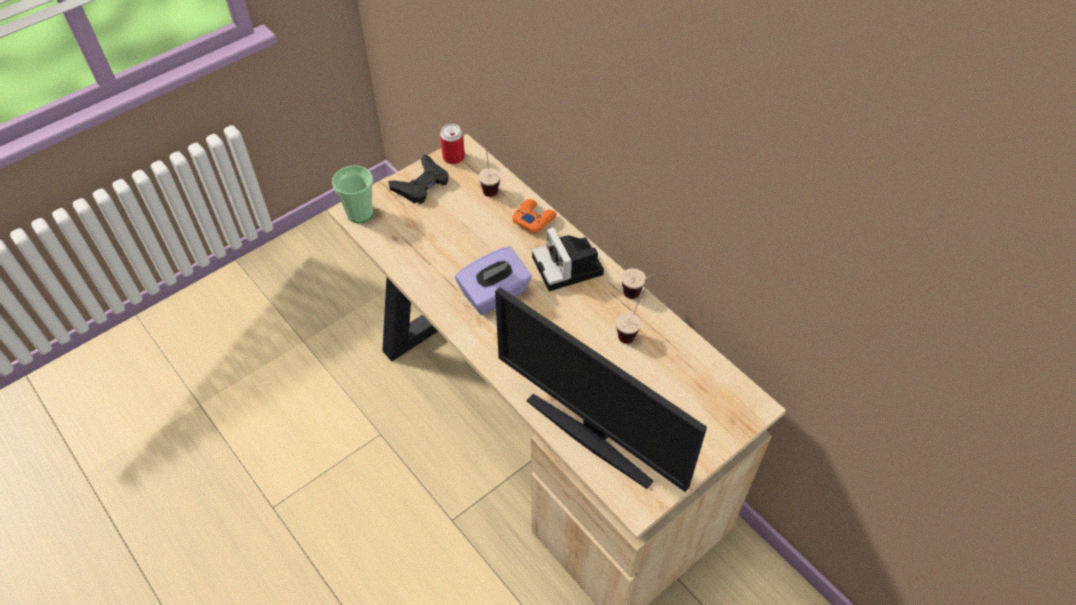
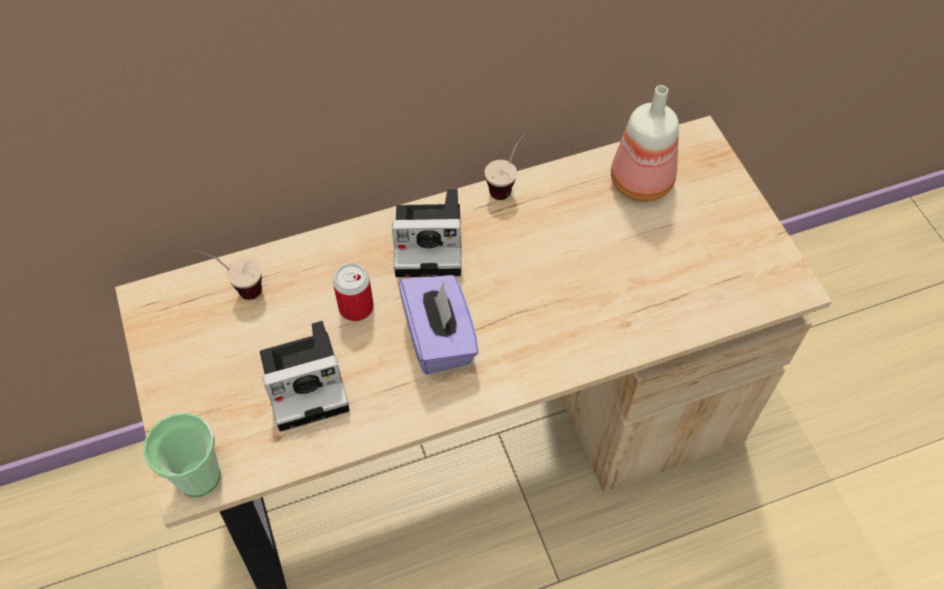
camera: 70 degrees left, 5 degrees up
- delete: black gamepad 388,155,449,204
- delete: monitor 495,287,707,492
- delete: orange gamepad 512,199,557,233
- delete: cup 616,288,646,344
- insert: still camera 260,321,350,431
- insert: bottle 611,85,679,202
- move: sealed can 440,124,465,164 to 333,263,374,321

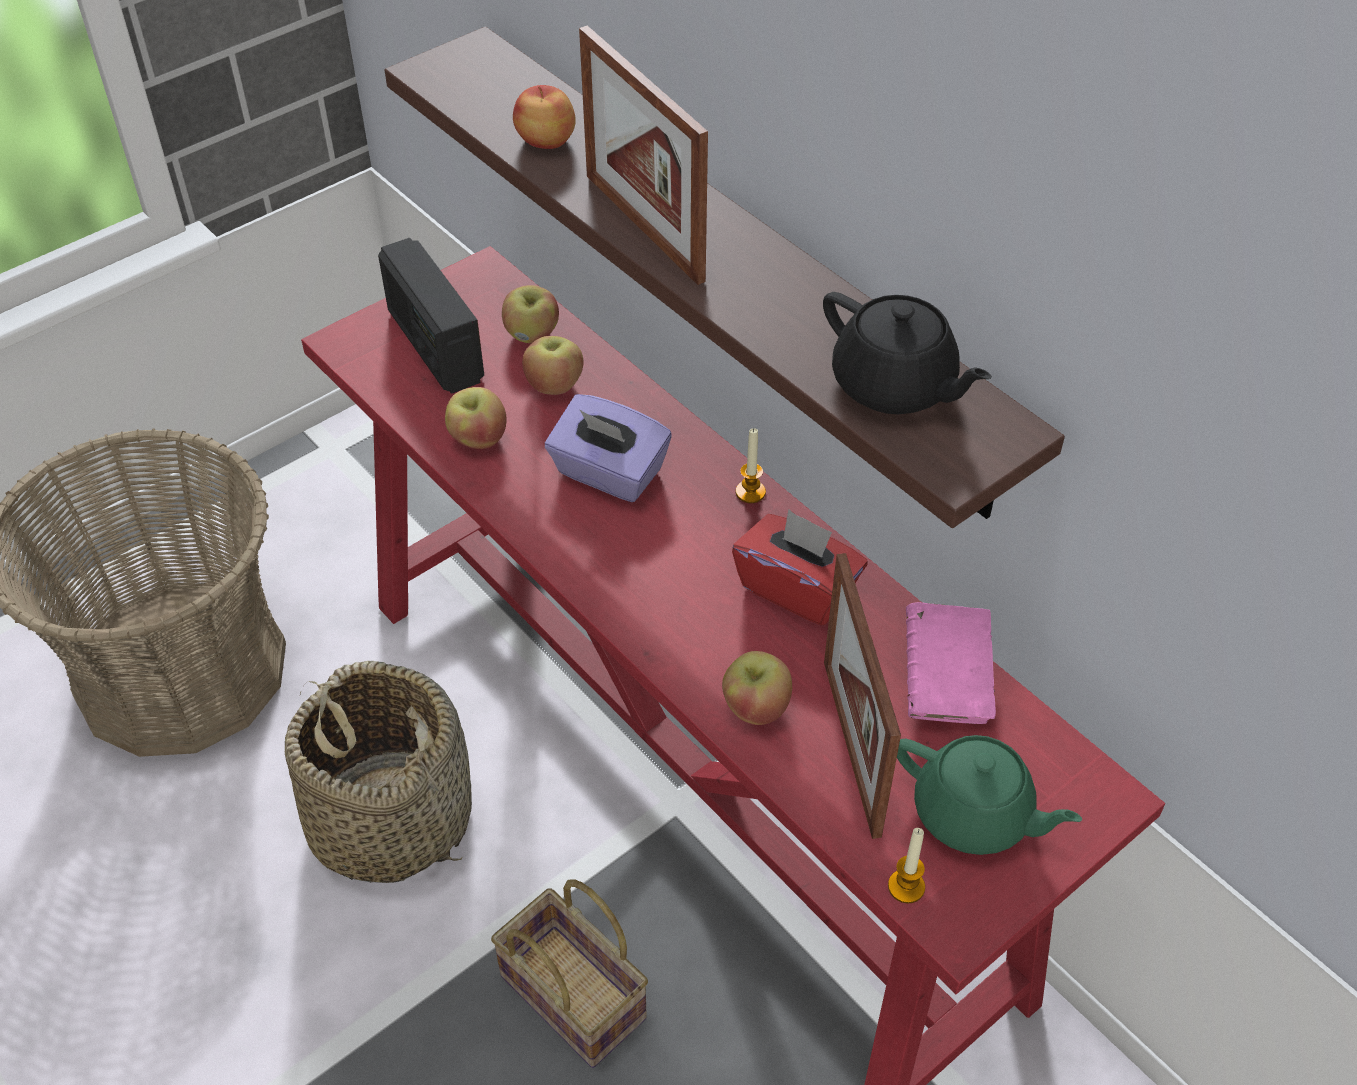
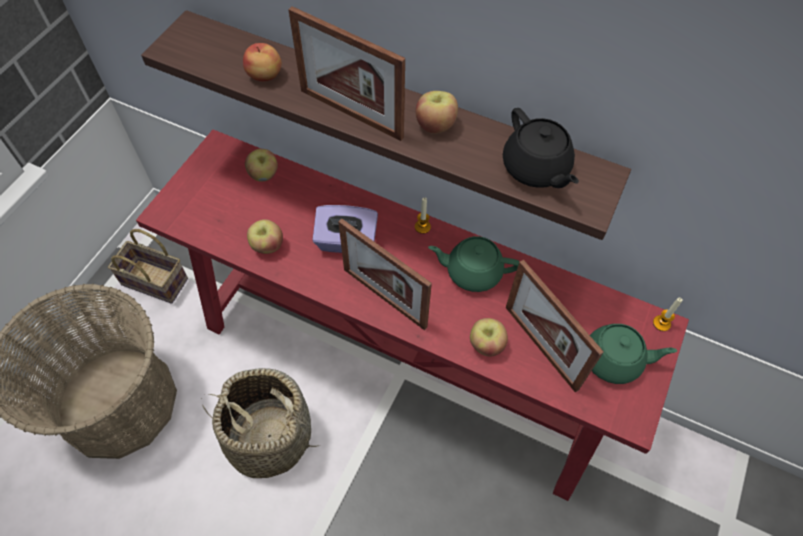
camera: 25 degrees left, 10 degrees up
- delete: radio set 378,238,484,394
- delete: pink-coloured bound book 906,602,996,724
- insert: photo frame 338,219,432,330
- move: storage basket 491,880,648,1068 to 108,229,188,304
- move: whole apple 522,336,584,395 to 416,91,458,134
- move: wax light 888,828,925,903 to 653,298,683,331
- replace: red-coloured box of tissues 732,509,868,625 to green pot for tea 428,236,520,292
- rotate: black pot for tea 823,292,992,414 = 503,108,579,188 45 degrees clockwise

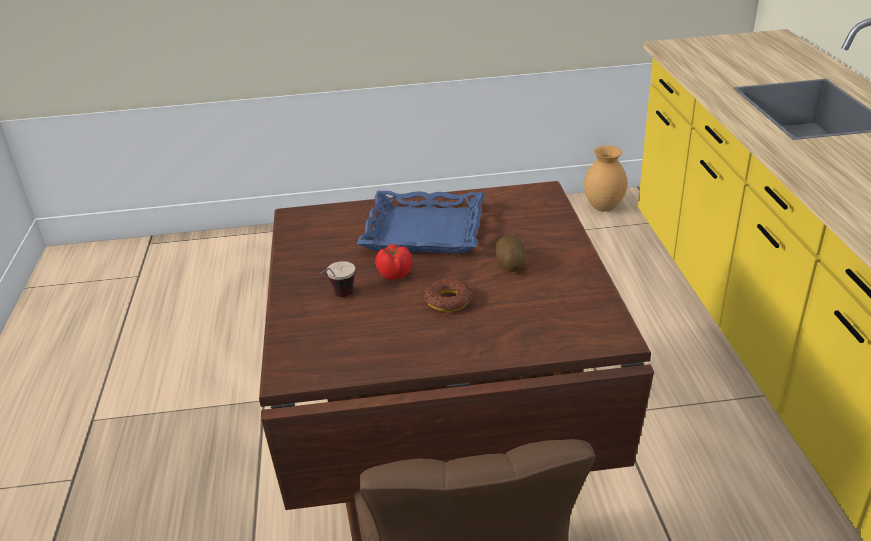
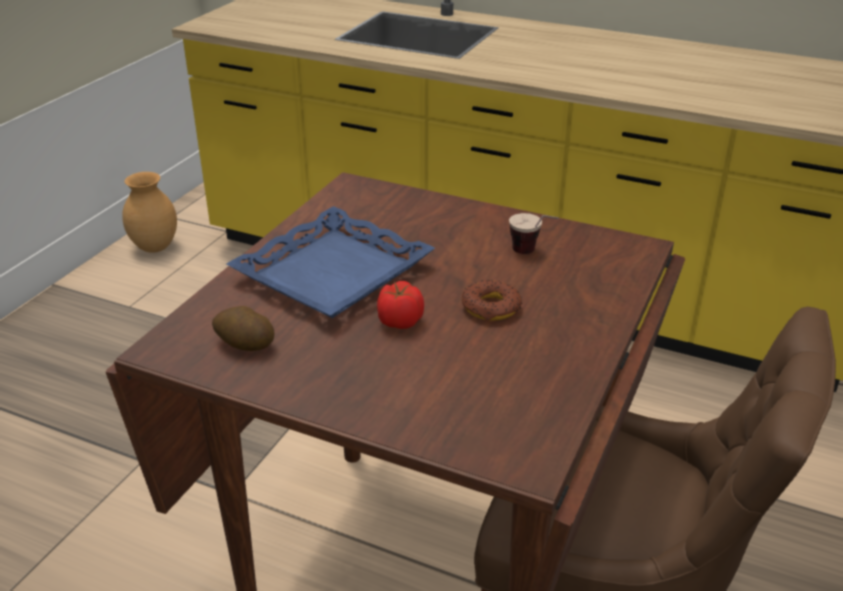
camera: 60 degrees left, 0 degrees up
- move: cup 320,261,355,297 to 509,213,559,254
- move: potato 494,236,526,272 to 212,306,274,351

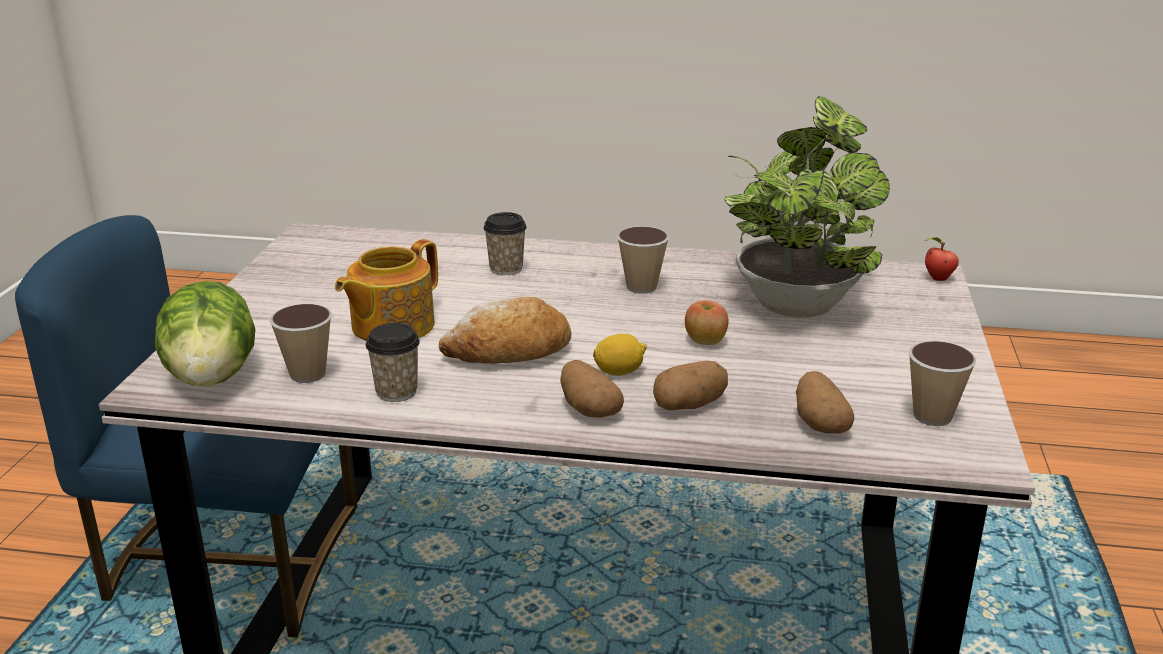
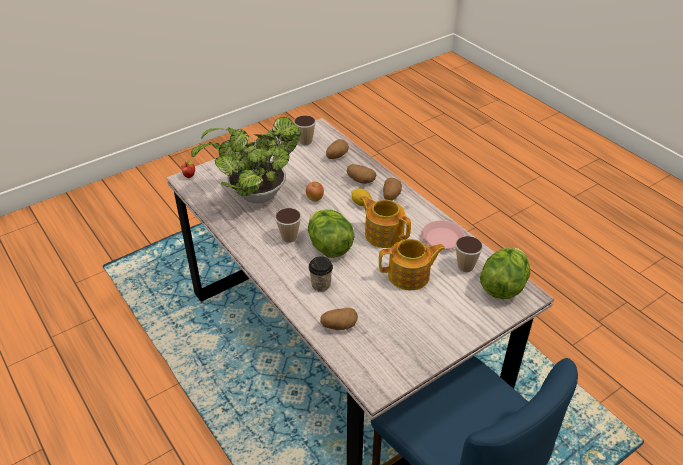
camera: 135 degrees left, 15 degrees up
- insert: lettuce 308,209,354,258
- insert: potato 320,308,358,330
- replace: cup 366,323,420,402 to pink-coloured dinner plate 421,220,465,250
- replace: bakery bread 439,297,571,364 to pot for tea 360,195,411,248

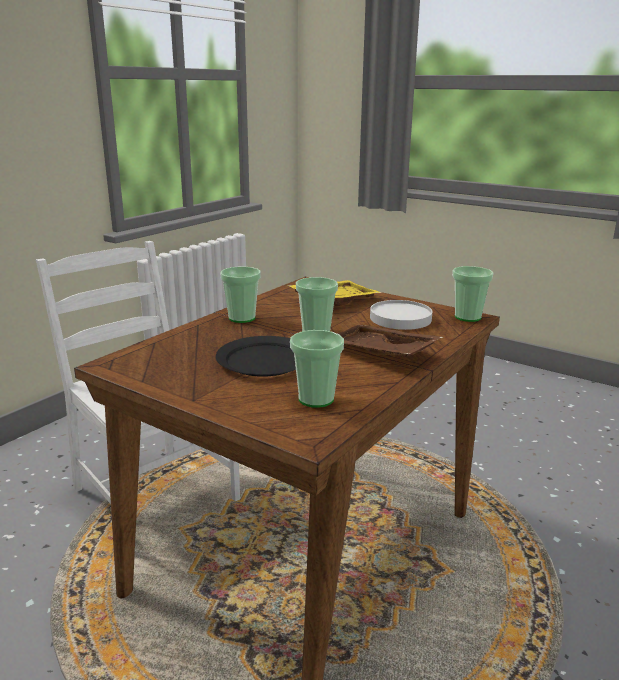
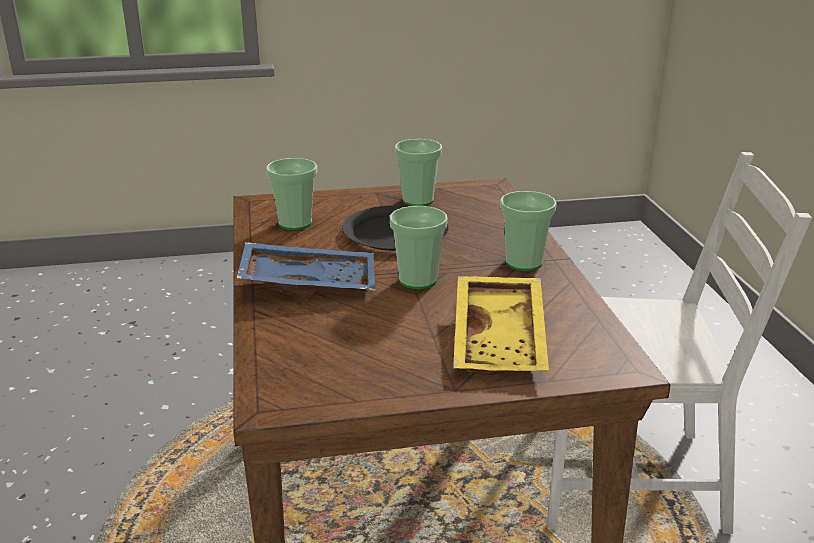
camera: 135 degrees right, 5 degrees up
- delete: white-coloured dinner plate 370,300,432,330
- move: cup 452,266,493,322 to 395,139,442,206
- recolor: brown carrying tray 338,325,443,357 to bluish carrying tray 237,242,375,294

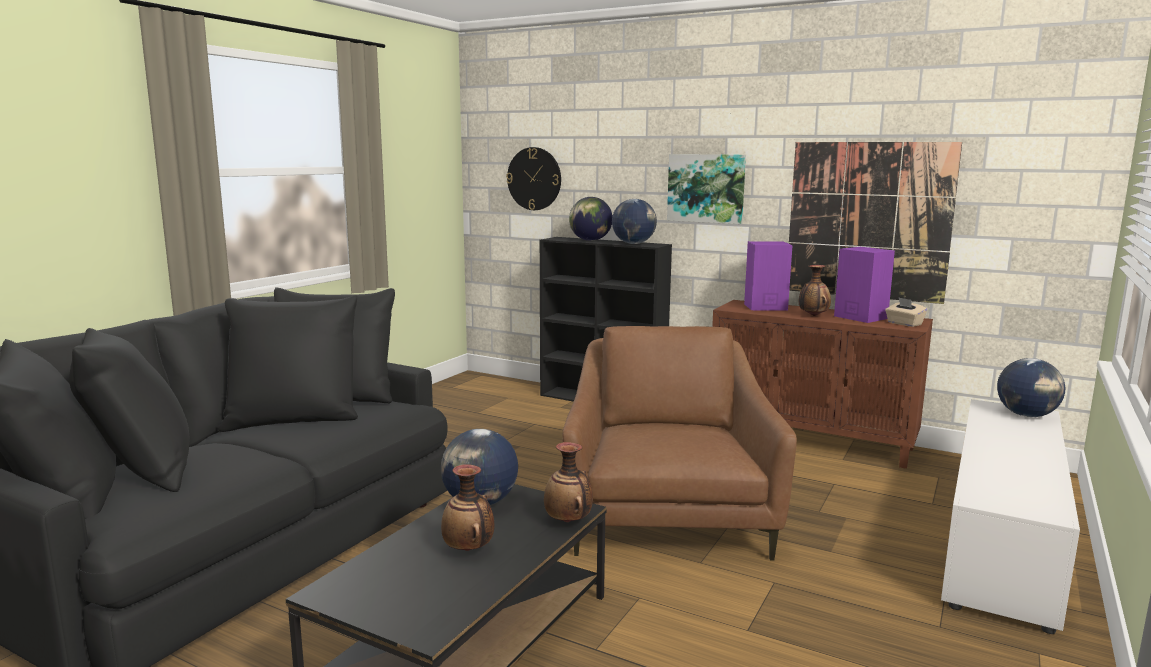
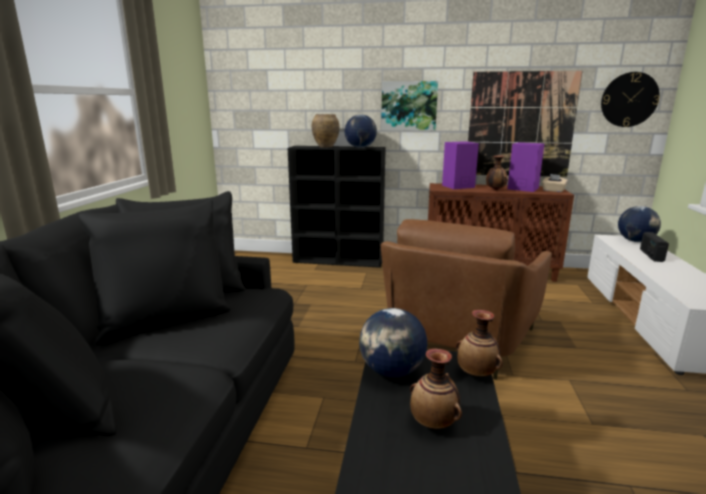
camera: 20 degrees left, 5 degrees up
- insert: radio set 640,232,669,262
- move: hanging clock 506,147,561,210 to 601,72,660,127
- replace: world globe 569,197,612,241 to brown decorative vase 312,114,339,148
- rotate: brown easy chair 562,326,797,560 = 381,219,552,380 135 degrees counterclockwise

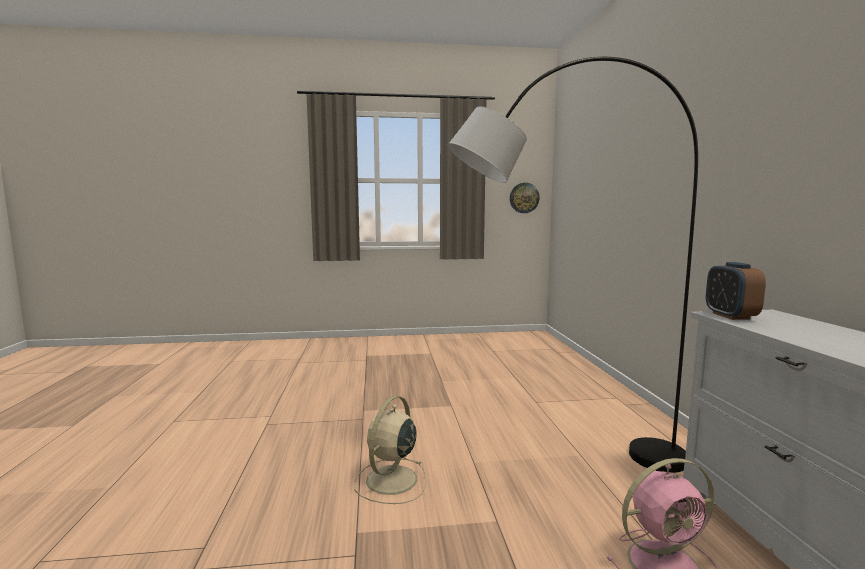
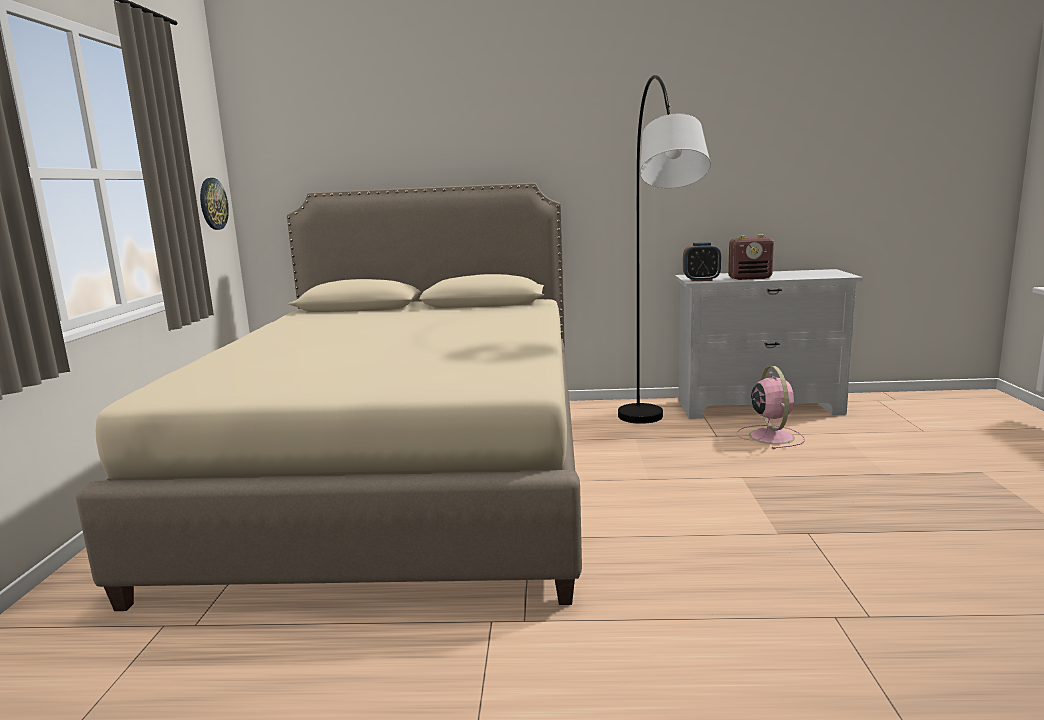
camera: 80 degrees left, 5 degrees up
- delete: beige-coloured electric fan 353,396,426,504
- insert: beige-coloured bedroom bed 76,183,582,611
- insert: radio set 728,234,774,280

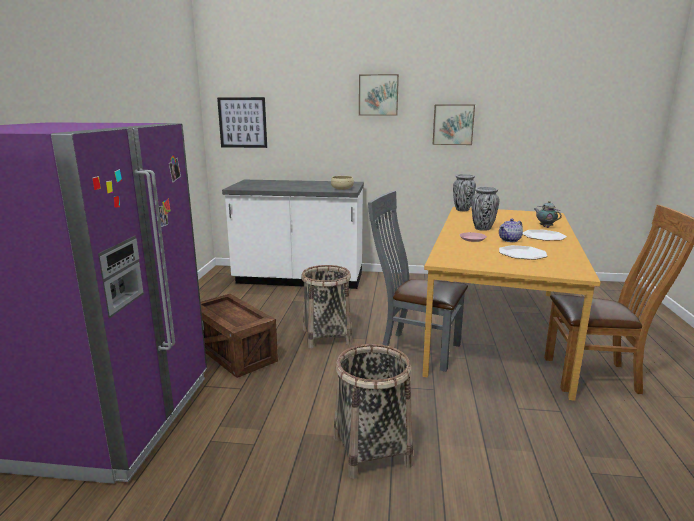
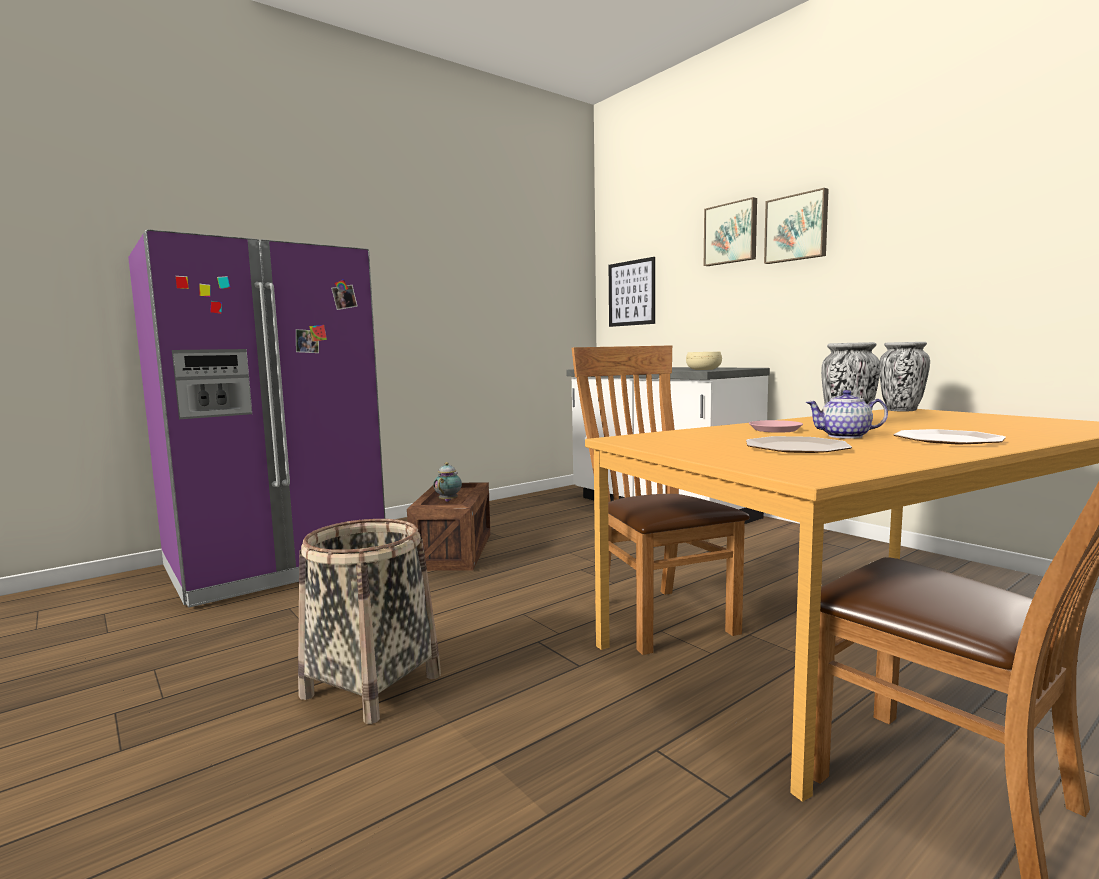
camera: 45 degrees right, 10 degrees down
- delete: storage basket 301,265,352,349
- move: picture 433,105,475,145 to 704,197,757,266
- move: pot for tea 534,201,562,228 to 433,462,462,502
- recolor: greyish chair 368,191,468,372 to brown chair 572,345,750,655

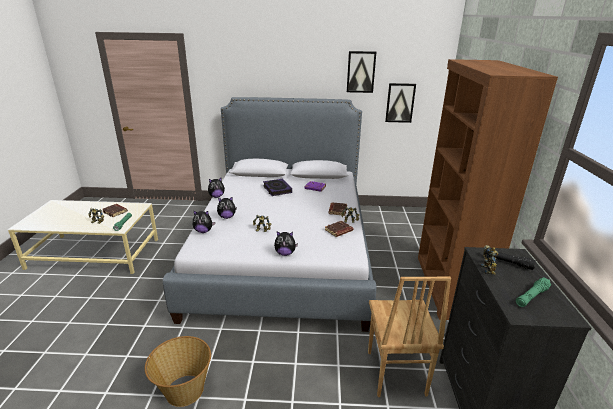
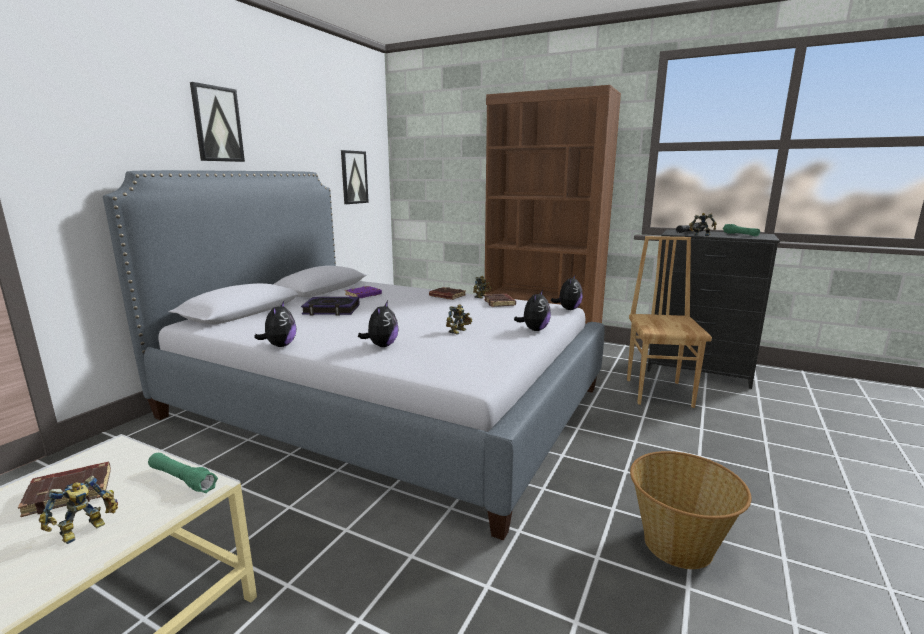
camera: 65 degrees left, 10 degrees down
- move: soft toy 193,210,215,233 to 551,274,583,310
- move: picture 347,51,376,93 to 190,82,245,162
- rotate: brown chair 368,277,451,397 = 627,236,712,408 105 degrees counterclockwise

